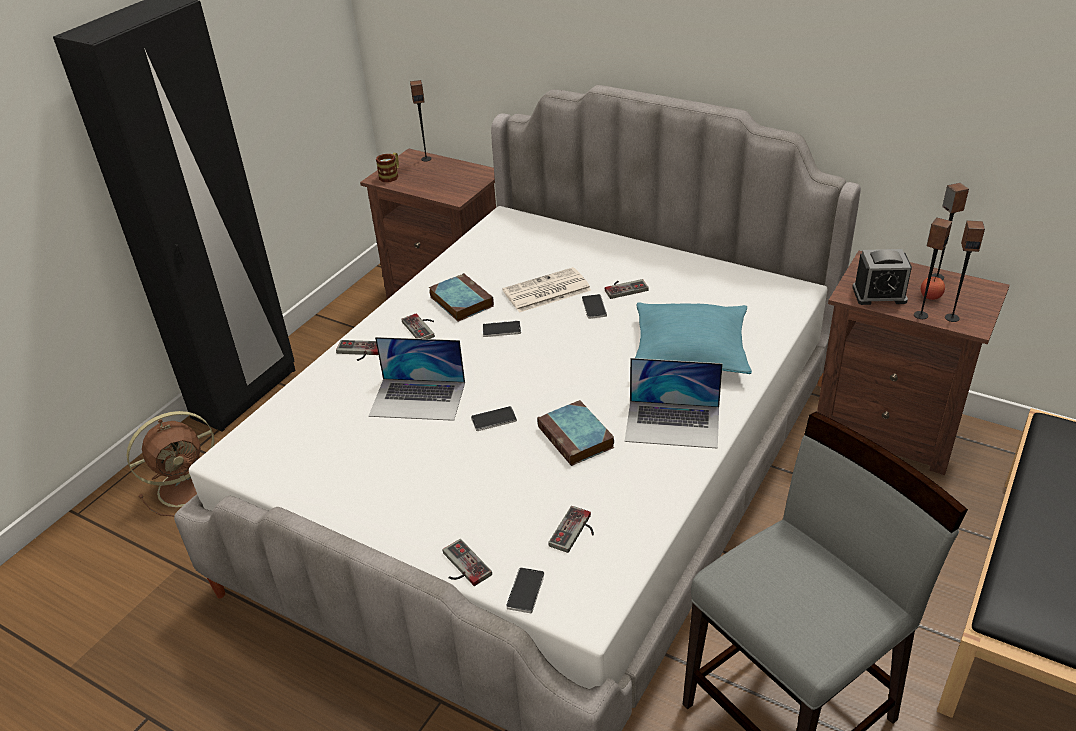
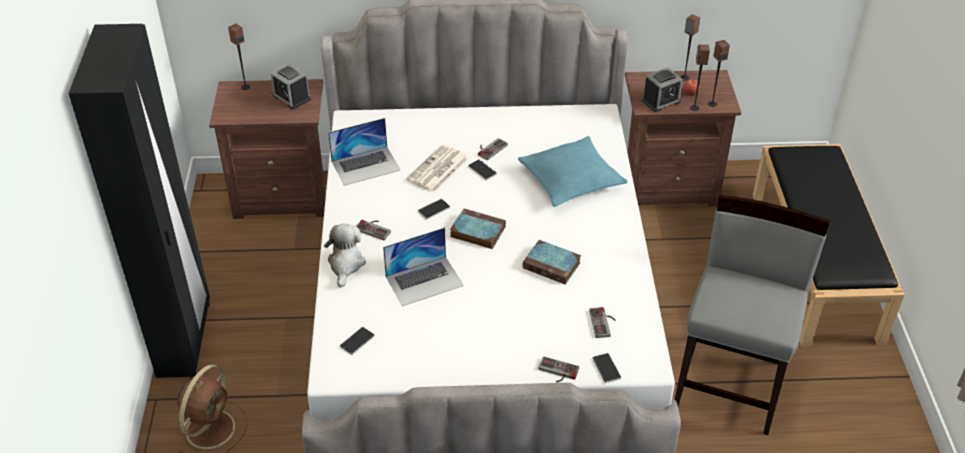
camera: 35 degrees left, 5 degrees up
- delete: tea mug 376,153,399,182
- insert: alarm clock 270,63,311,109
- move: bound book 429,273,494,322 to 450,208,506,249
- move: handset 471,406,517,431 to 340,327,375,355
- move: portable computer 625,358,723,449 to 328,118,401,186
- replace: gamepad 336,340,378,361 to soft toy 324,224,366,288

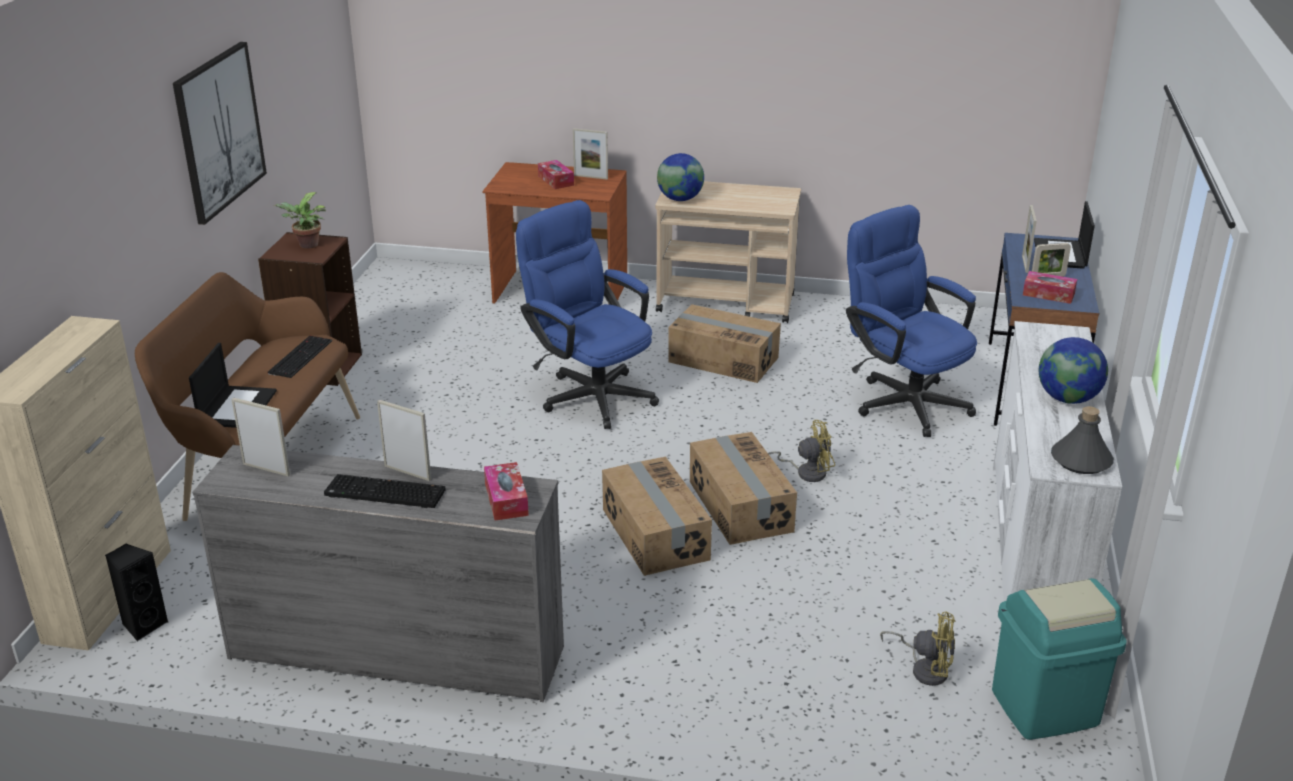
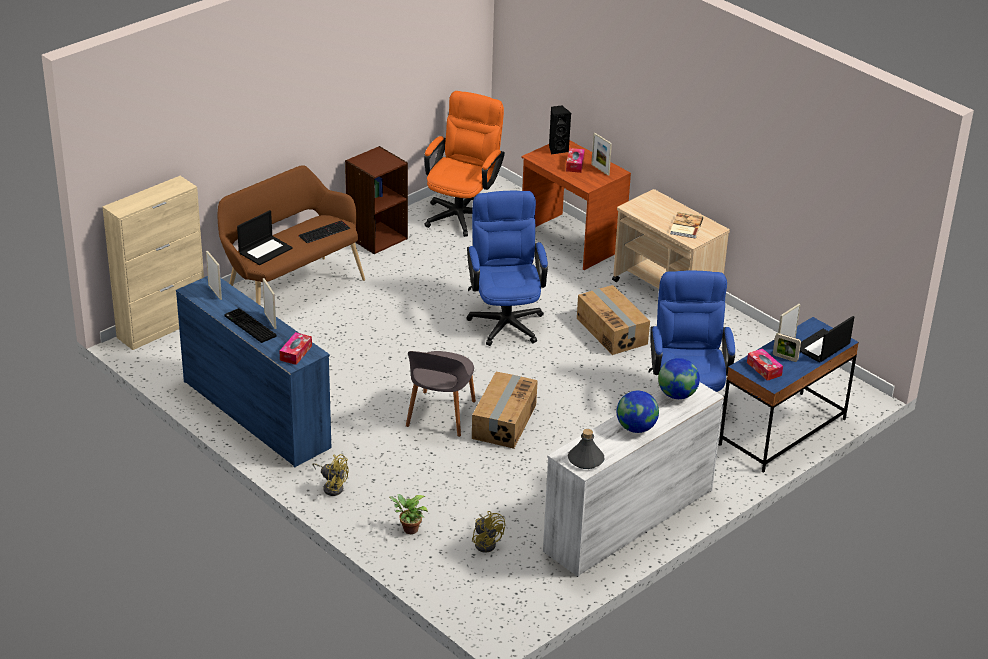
camera: 35 degrees right, 5 degrees up
- delete: picture 173,42,267,225
- delete: turquoise rubbish bin 992,578,1127,740
- insert: orange desk chair 424,91,505,237
- insert: bound book 670,212,703,238
- move: black audio speaker 105,543,168,641 to 549,105,571,155
- move: houseplant 274,192,326,249 to 389,494,428,534
- move: world globe 657,153,704,201 to 658,358,700,399
- move: yellow-coloured electric fan 768,420,835,482 to 313,454,349,496
- replace: carton 602,457,712,576 to greyish chair 406,351,476,437
- recolor: greyish chest of drawers 192,445,564,702 to bluish chest of drawers 176,276,332,467

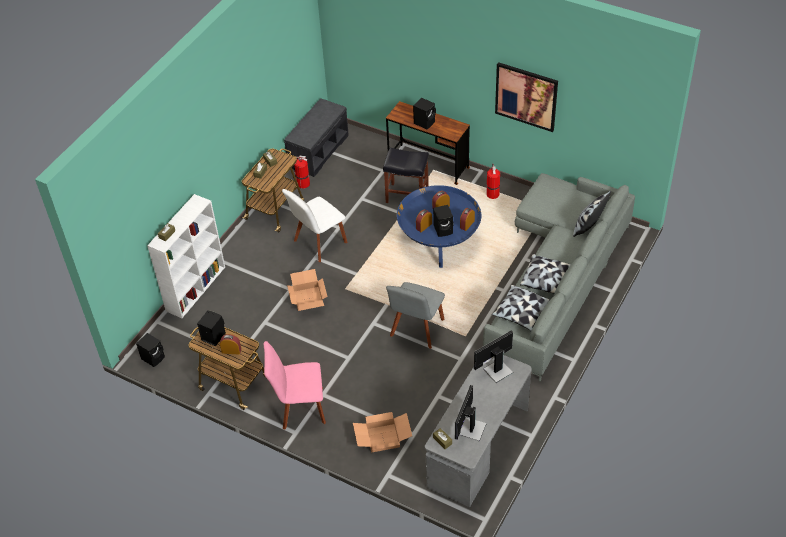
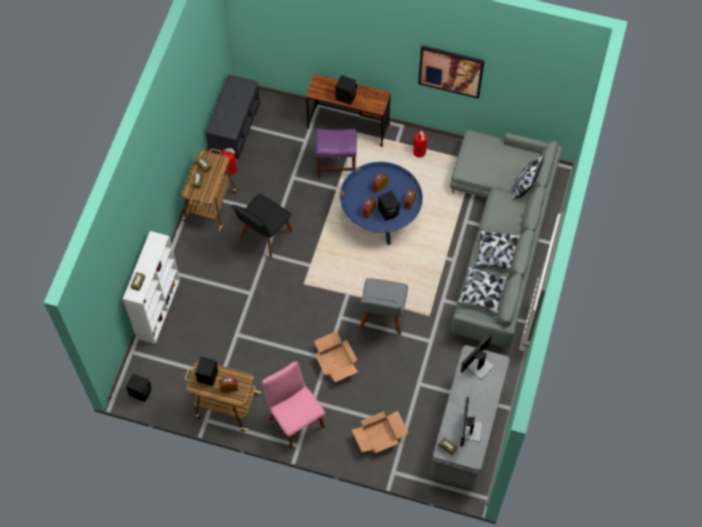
camera: 15 degrees left, 15 degrees up
- move: carton 287,269,328,311 to 314,331,358,382
- recolor: white-coloured chair 282,189,348,262 to black chair 231,194,292,258
- recolor: black sitting stool 383,148,429,203 to purple sitting stool 316,129,357,179
- rotate: pink-coloured chair 264,341,326,430 = 262,361,325,449 75 degrees clockwise

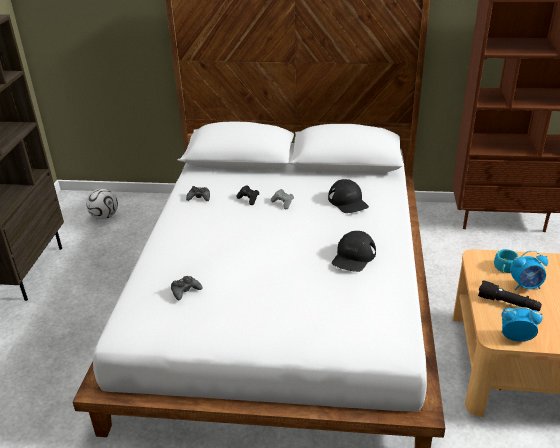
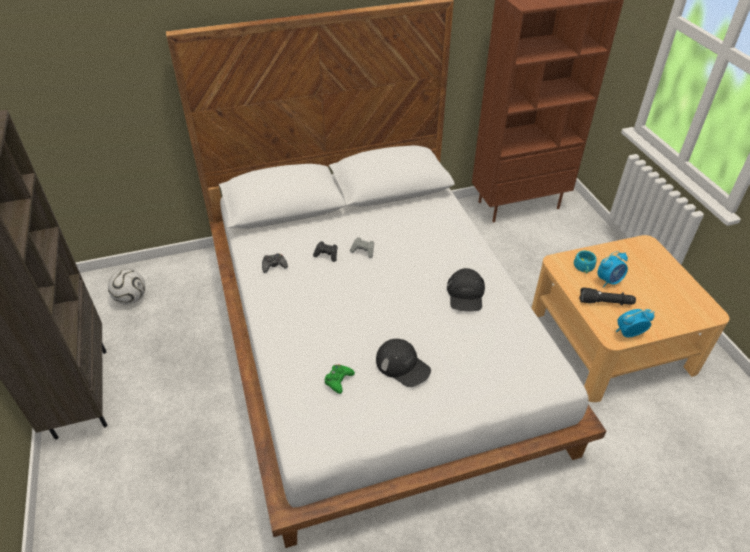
camera: 25 degrees left, 10 degrees up
- move: black peaked cap 328,179,369,213 to 376,339,431,387
- recolor: black gamepad 171,276,202,300 to green gamepad 324,364,355,394

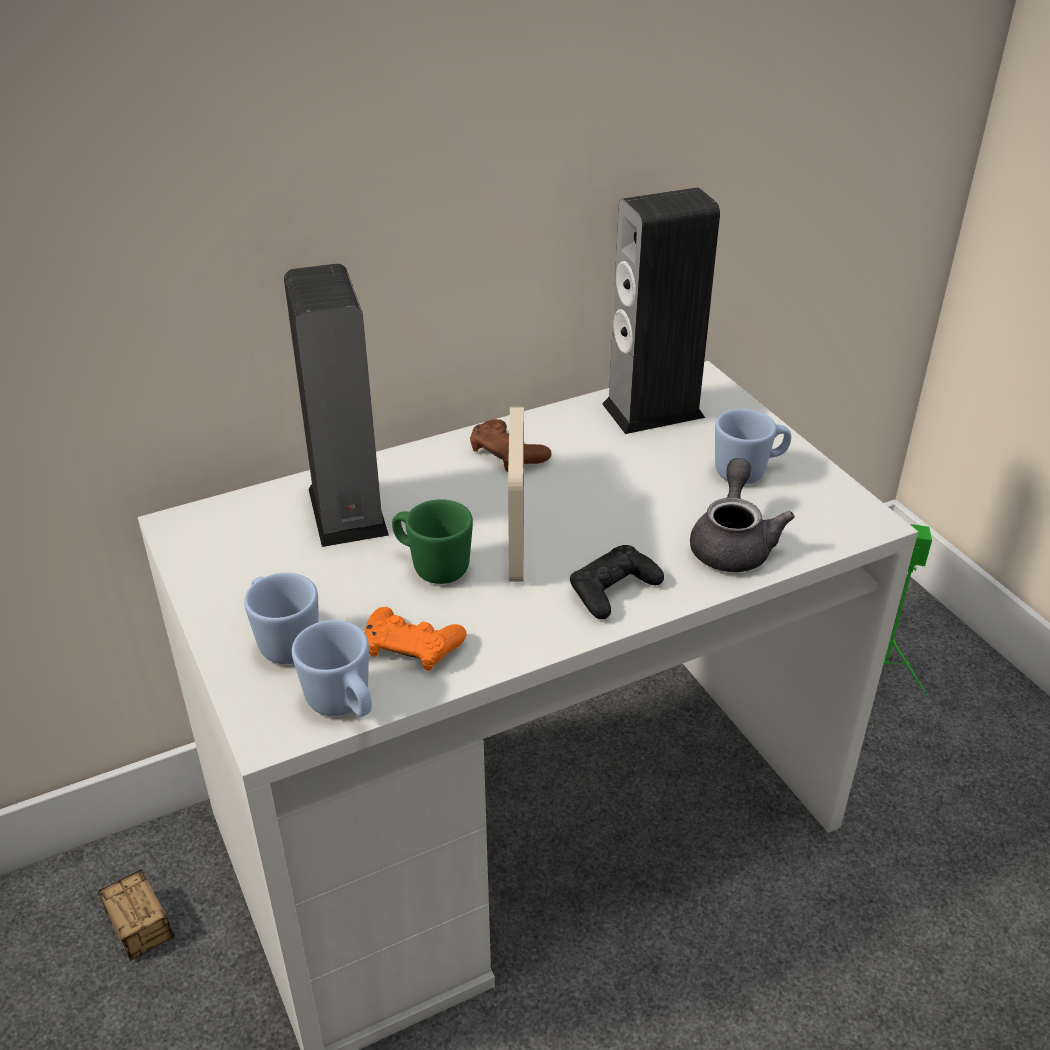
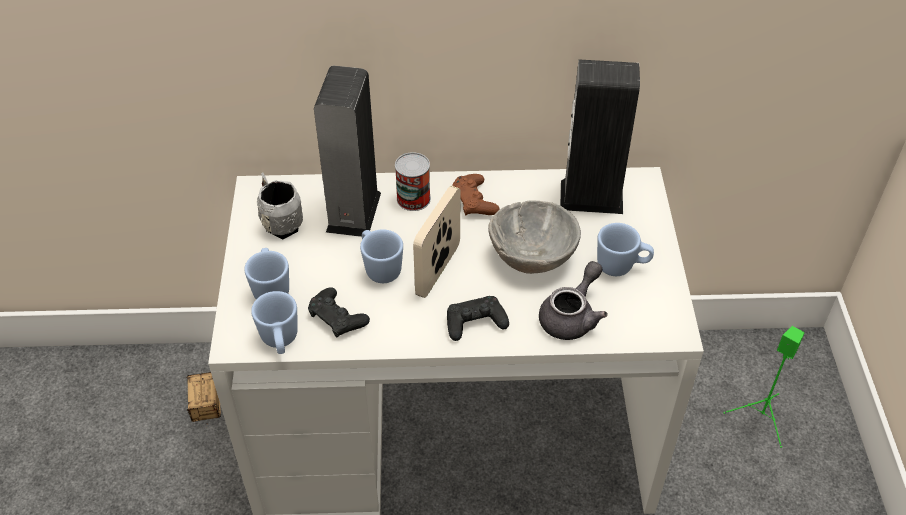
camera: 25 degrees right, 10 degrees up
- insert: greyish tea mug 257,172,303,239
- insert: sealed can 395,152,431,211
- insert: greyish serving bowl 488,201,581,274
- recolor: orange gamepad 364,607,466,671 to black gamepad 308,287,370,337
- recolor: green tea mug 392,499,473,584 to bluish tea mug 360,229,403,283

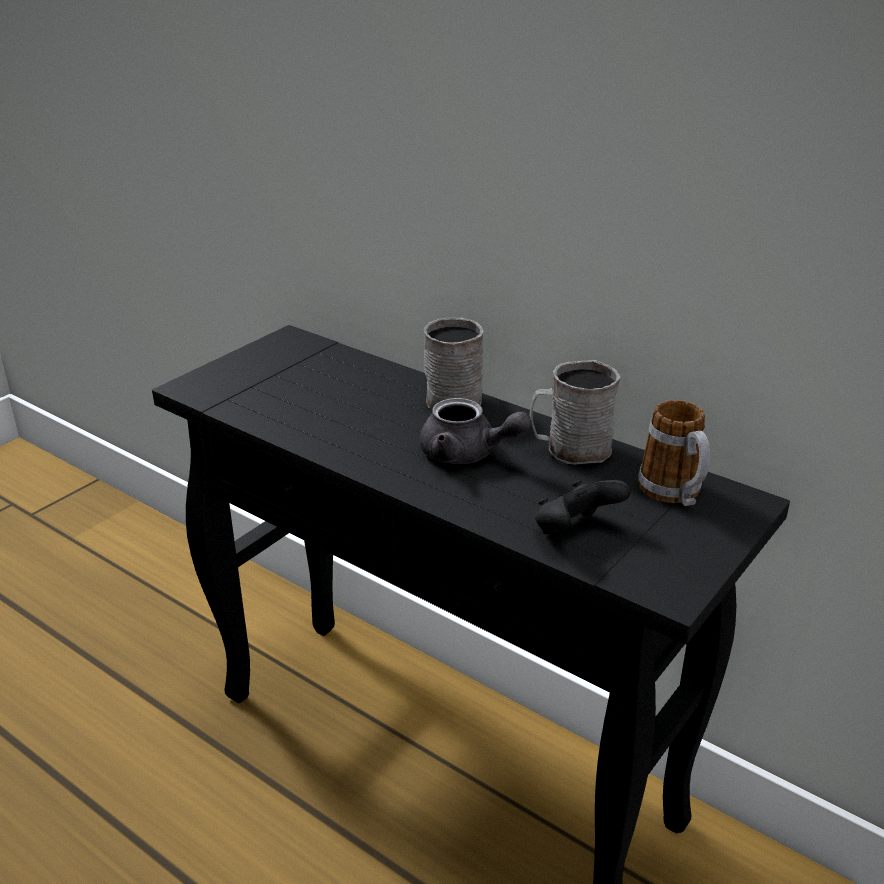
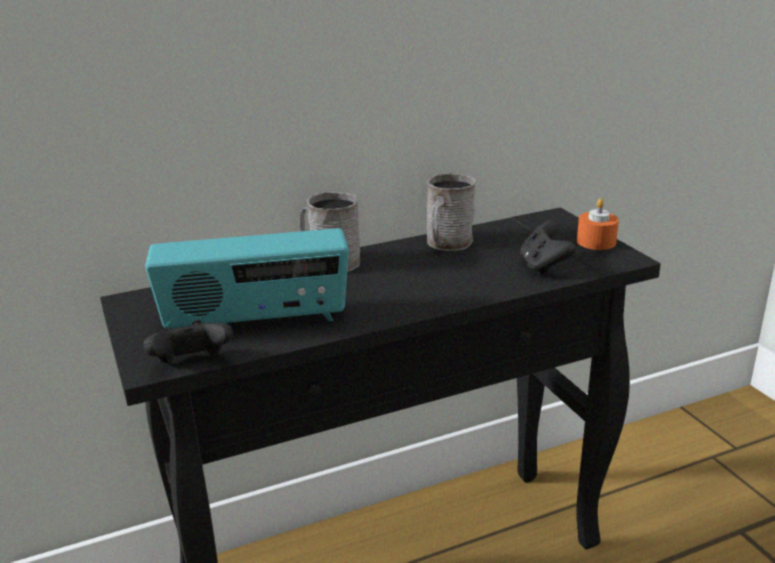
camera: 60 degrees left, 5 degrees down
- delete: greyish pot for tea 419,398,532,464
- delete: tea mug 638,400,710,506
- insert: black gamepad 143,320,233,363
- insert: radio set 145,228,349,329
- insert: orange wax light 577,198,619,250

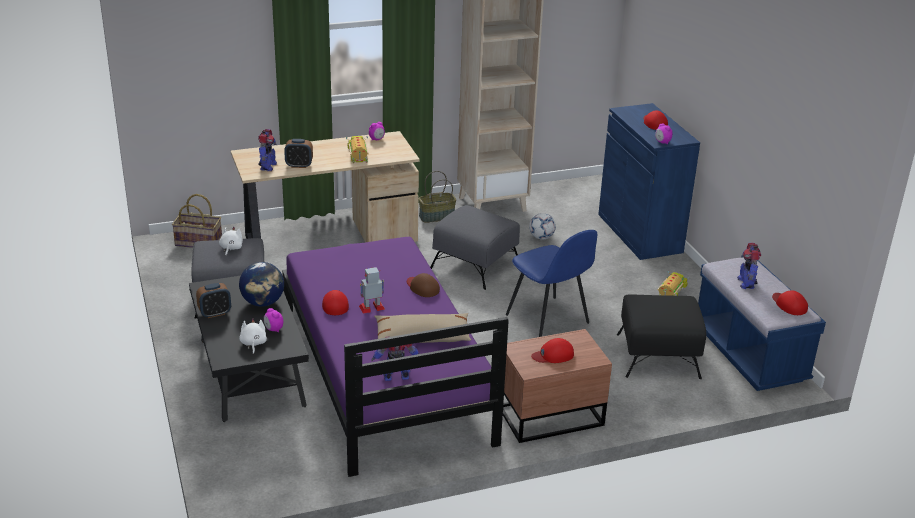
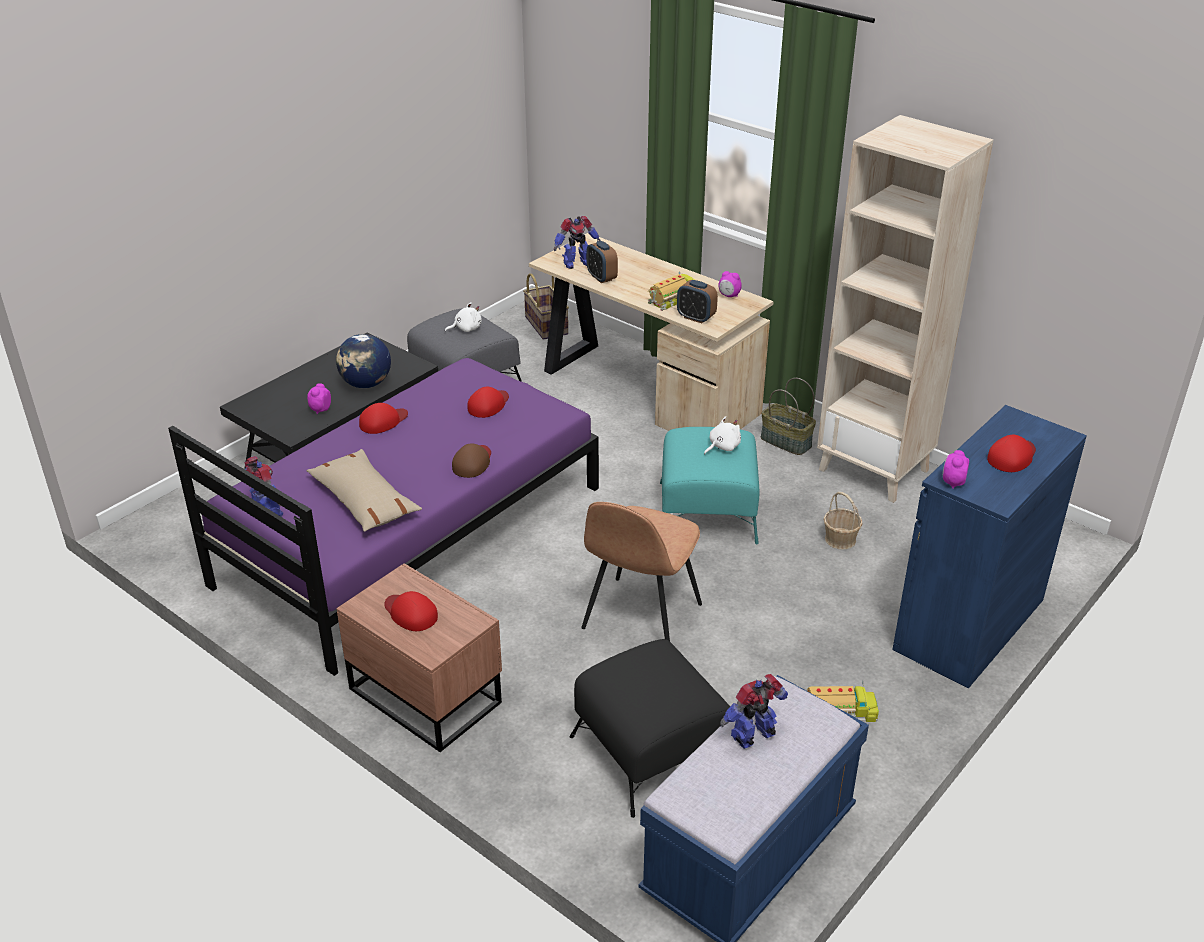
camera: 60 degrees right, 5 degrees up
- delete: toy robot 359,267,385,313
- move: alarm clock 196,283,231,318 to 677,280,718,323
- move: white-coloured soft toy 239,318,267,354 to 704,416,741,455
- move: red-coloured peaked cap 772,290,808,315 to 467,387,509,418
- replace: football ball 529,213,556,240 to storage basket 823,492,863,550
- recolor: greyish ottoman 430,205,520,290 to turquoise ottoman 660,427,759,544
- recolor: bluish chair 506,230,597,337 to brown chair 581,502,702,641

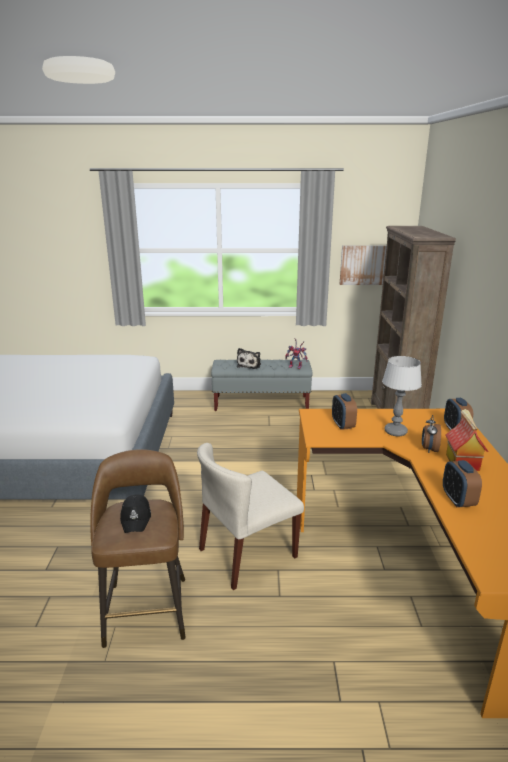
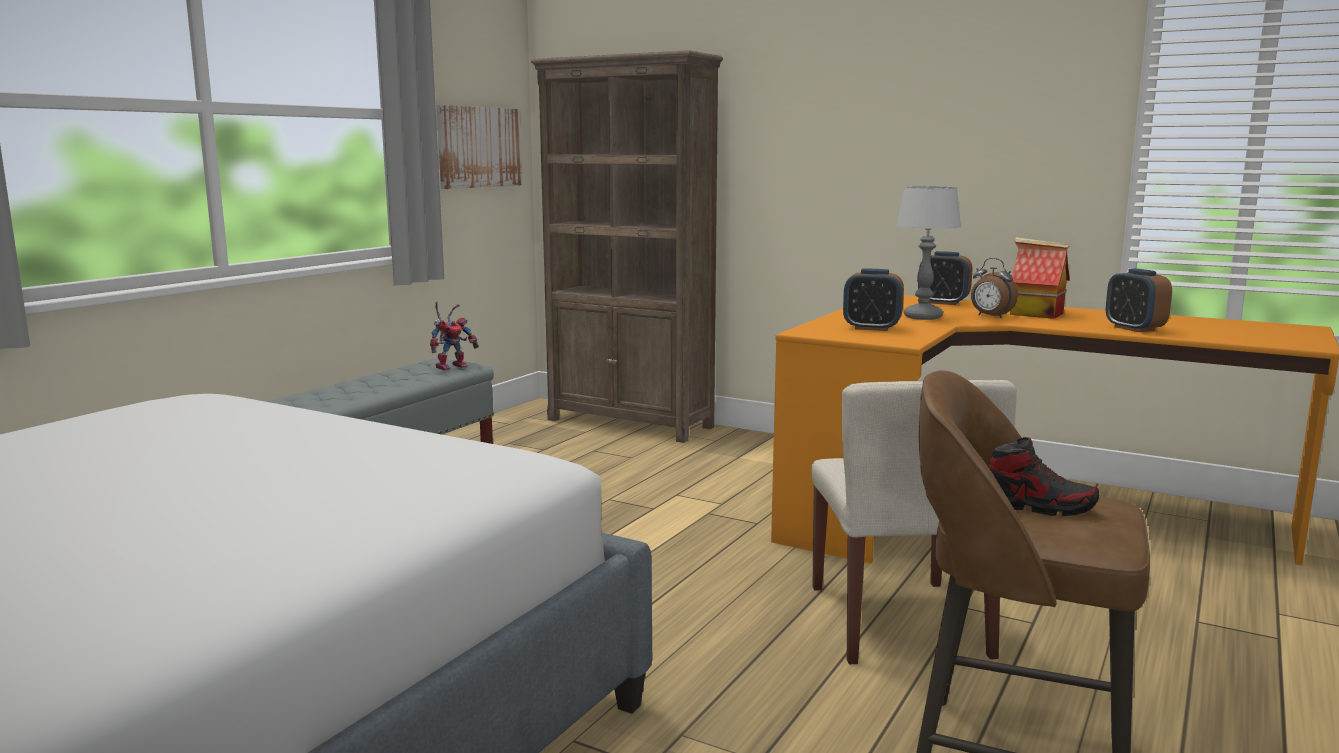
camera: 60 degrees left, 10 degrees down
- delete: soft toy 237,348,261,369
- replace: black peaked cap 120,495,151,533 to low shoe 988,437,1099,516
- rotate: alarm clock 443,460,482,508 = 1106,268,1172,332 45 degrees clockwise

